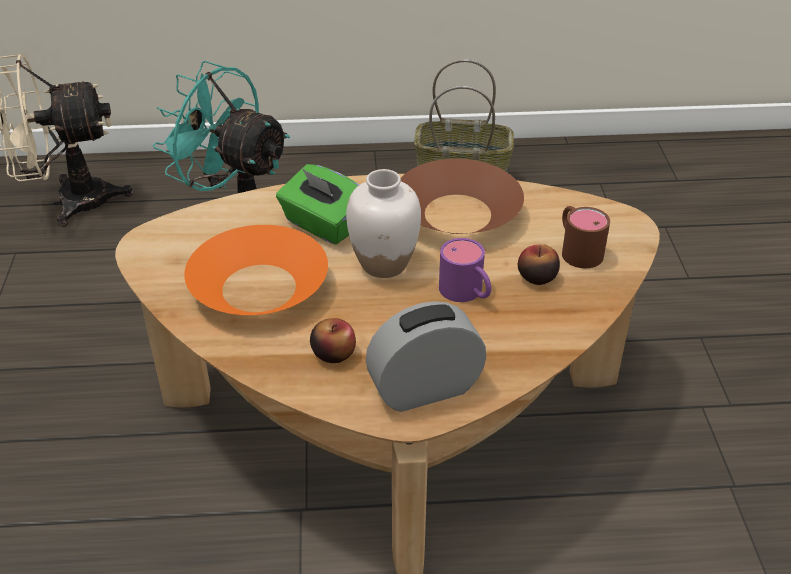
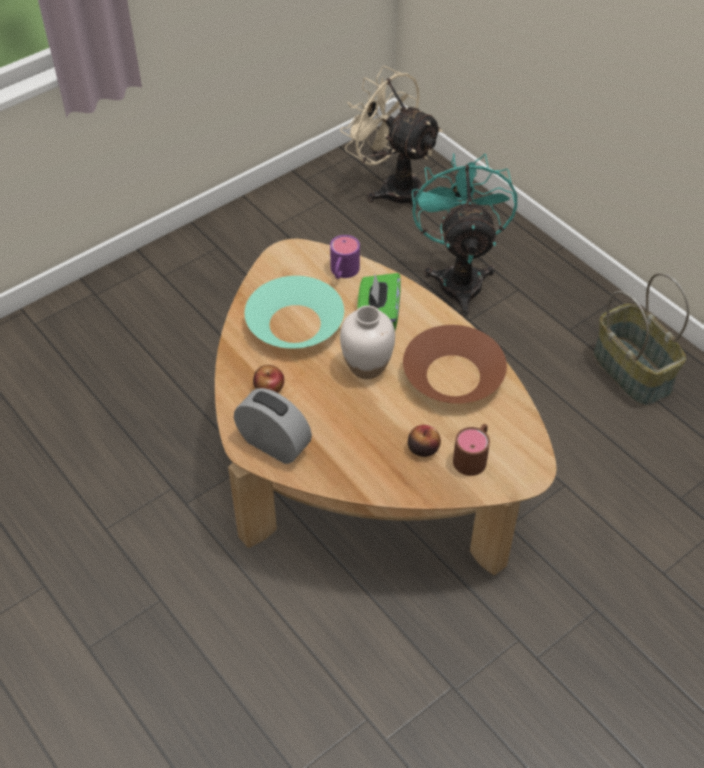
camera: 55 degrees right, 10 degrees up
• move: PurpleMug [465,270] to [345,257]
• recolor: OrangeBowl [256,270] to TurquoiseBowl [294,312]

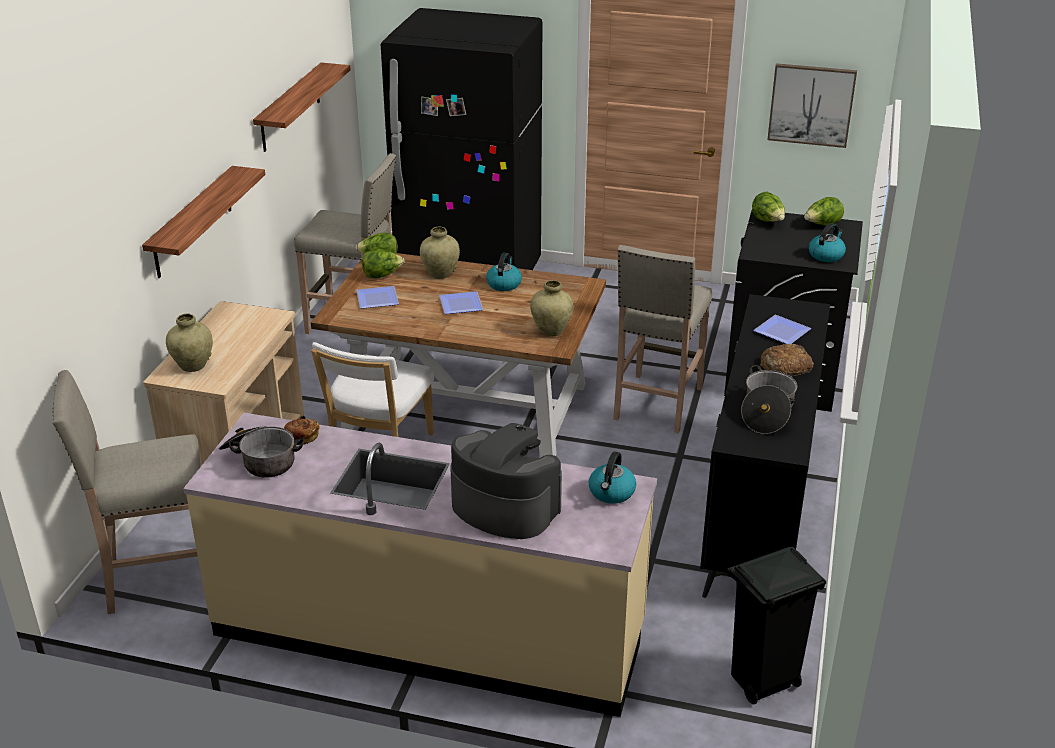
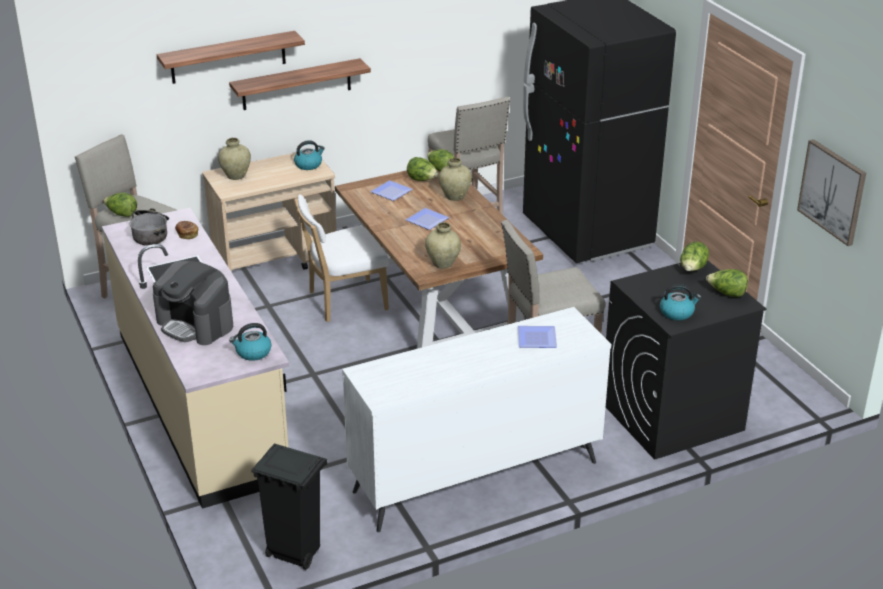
camera: 50 degrees right, 0 degrees up
• delete: CookingPot [769,399]
• delete: Bread [787,360]
• insert: Lettuce [120,205]
• move: Shelf [301,107] to [231,57]
• move: Kettle [504,272] to [309,155]
• recolor: BlackDresser [765,446] to WhiteDresser [476,419]
• rotate: CoffeeMachine [506,481] = [193,303] 135 degrees clockwise

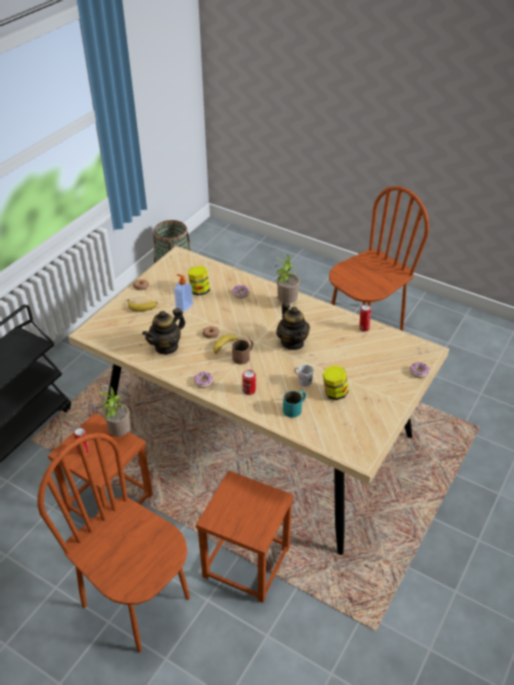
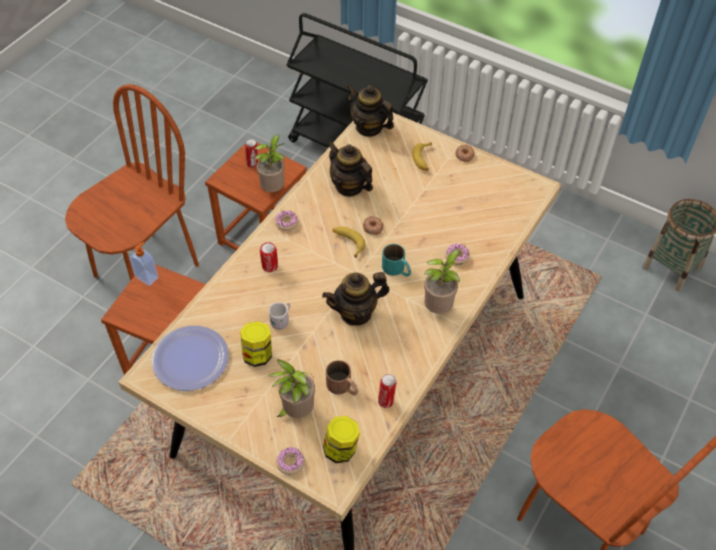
camera: 90 degrees right, 10 degrees up
• insert: Plate [190,358]
• insert: PottedPlant [291,388]
• insert: Teapot [370,111]
• move: SoapDispenser [183,293] to [144,264]
• move: Jar [199,281] to [341,439]
• move: BrownMug [243,352] to [342,377]
• move: TurquoiseMug [294,404] to [396,260]

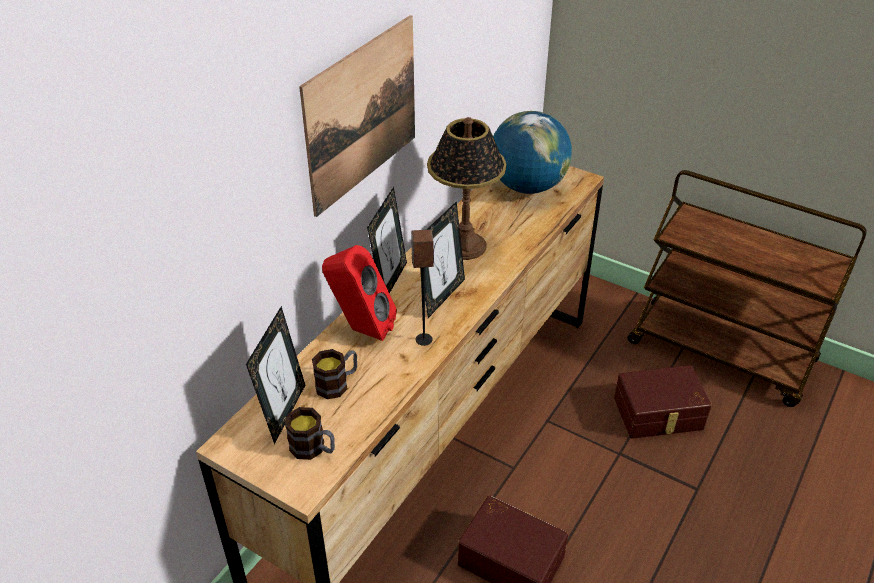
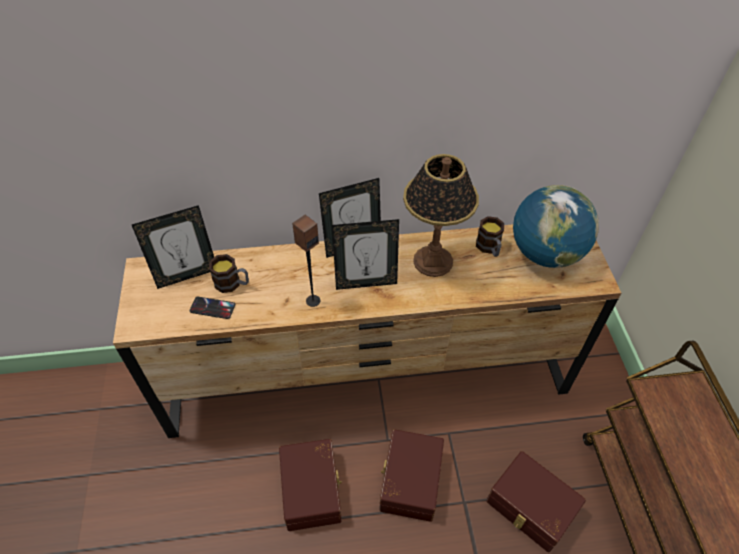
camera: 50 degrees right, 10 degrees up
• delete: Picture [357,116]
• delete: RedSpeaker [359,293]
• insert: Phone [212,308]
• insert: BrownStorageBox [411,475]
• move: Mug [310,433] to [490,236]

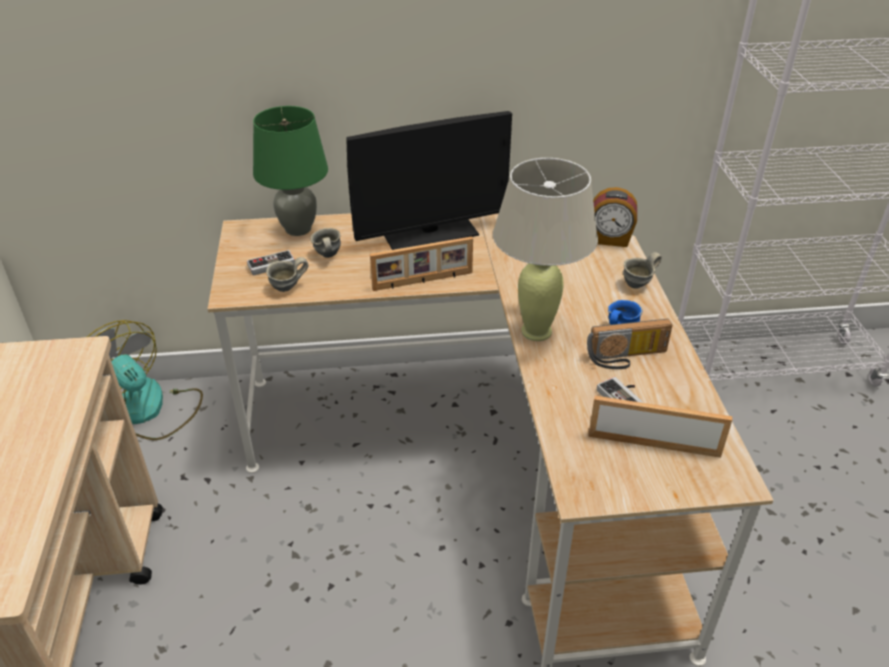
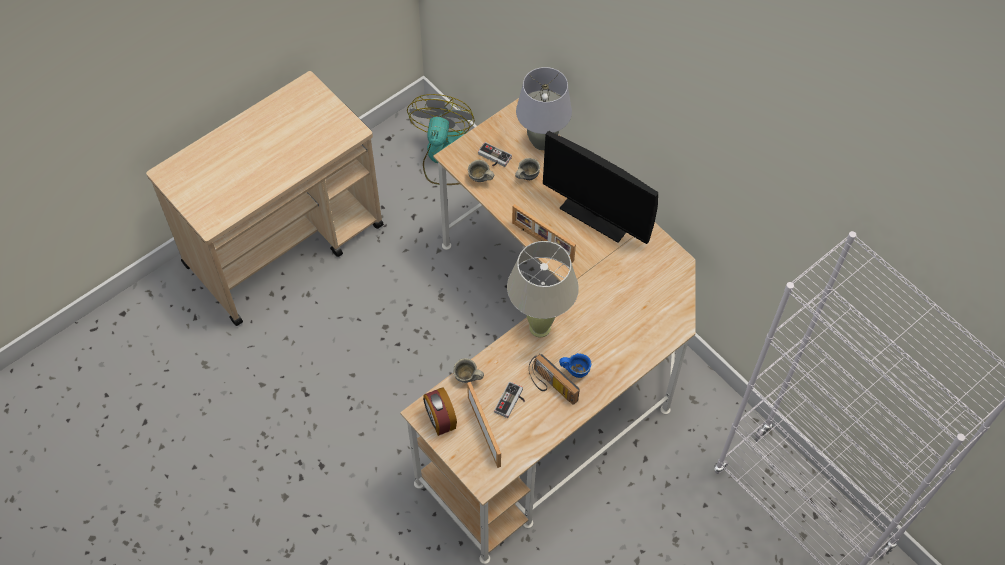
camera: 55 degrees right, 20 degrees up
• move: AlarmClock [615,217] to [440,411]
• move: GreyMug [642,270] to [468,370]
• recolor: GreenTableLamp [290,171] to GreyTableLamp [544,108]

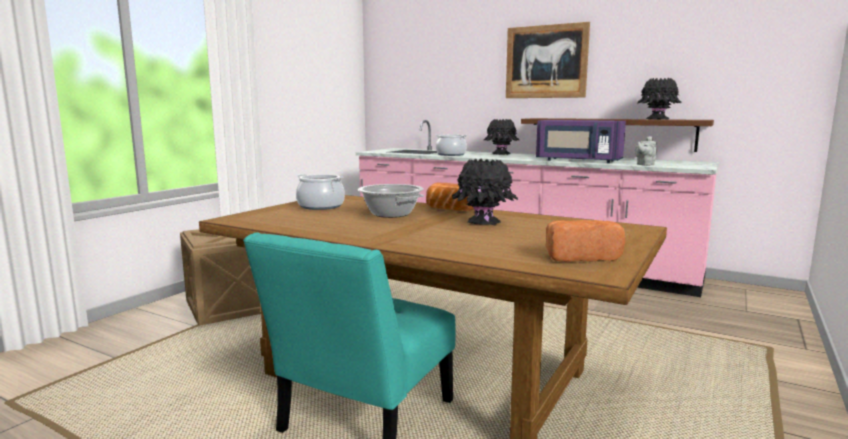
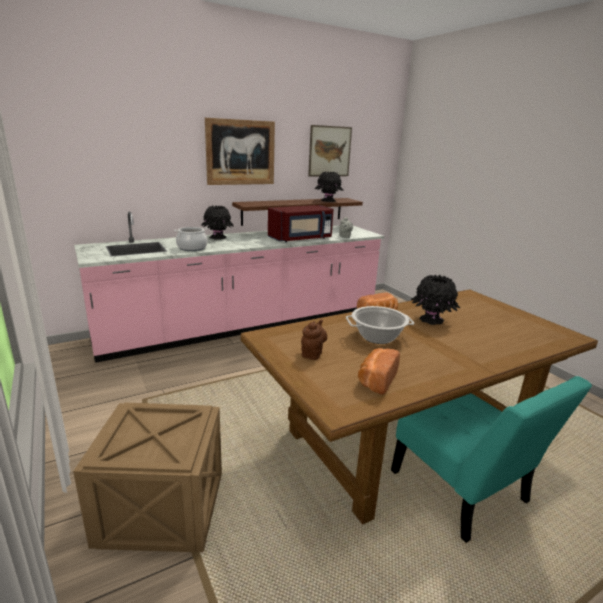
camera: 60 degrees left, 10 degrees up
• insert: Picture [330,150]
• move: Bread [585,241] to [379,371]
• replace: CookingPot [320,192] to BrownTeapot [314,339]
• recolor: PurpleMicrowave [581,141] to RedMicrowave [301,224]

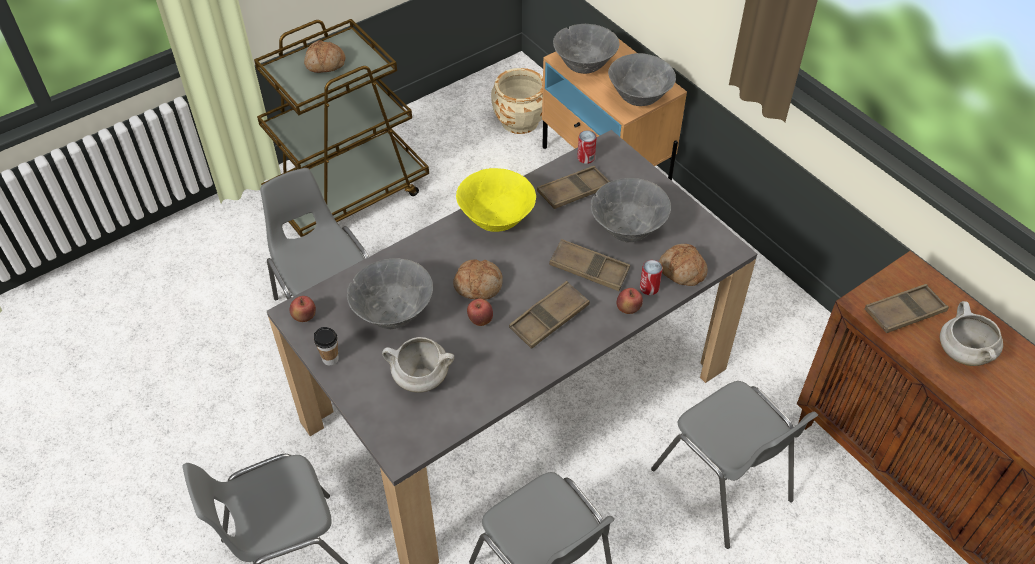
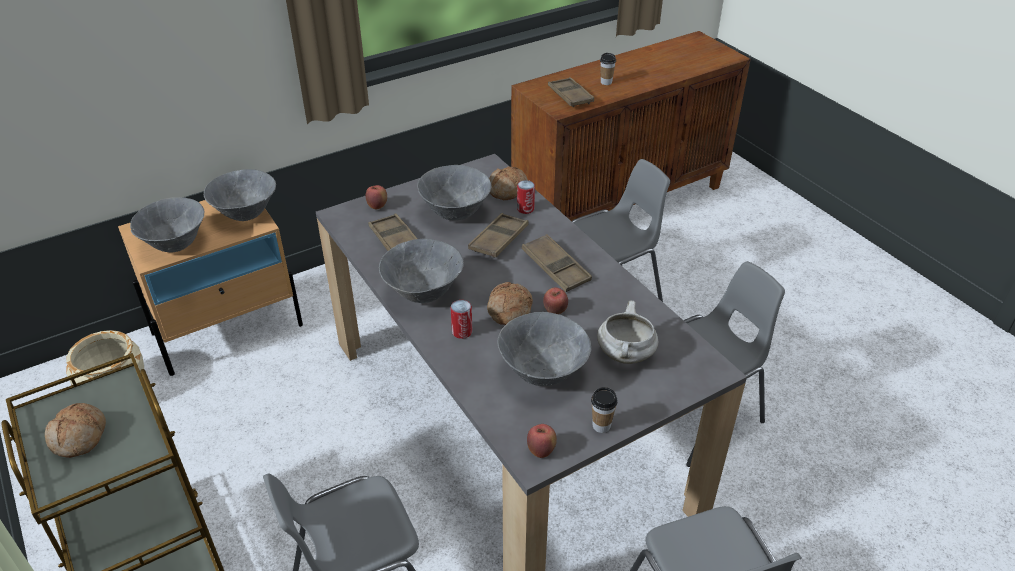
camera: 85 degrees left, 10 degrees down
• move: Can [586,147] to [462,319]
• move: Apple [629,301] to [376,197]
• replace: WhiteCookingPot [971,333] to Cup [608,69]
• recolor: YellowBowl [496,200] to GreyBowl [421,270]

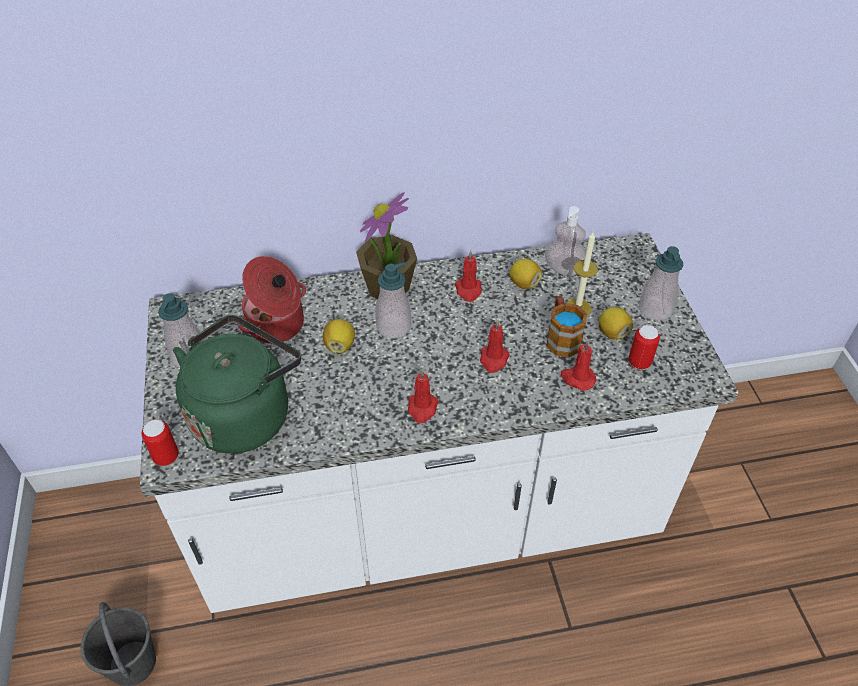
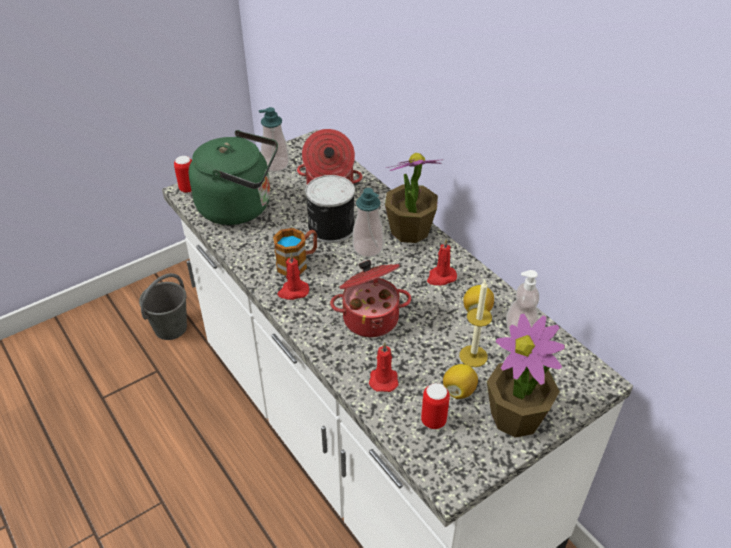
camera: 65 degrees right, 5 degrees down
• move: Mug [566,326] to [295,252]
• replace: Lemon [339,336] to Can [330,209]
• replace: RedCandle [495,346] to CookingPot [370,298]
• replace: SoapDispenser [661,283] to PottedPlant [526,376]

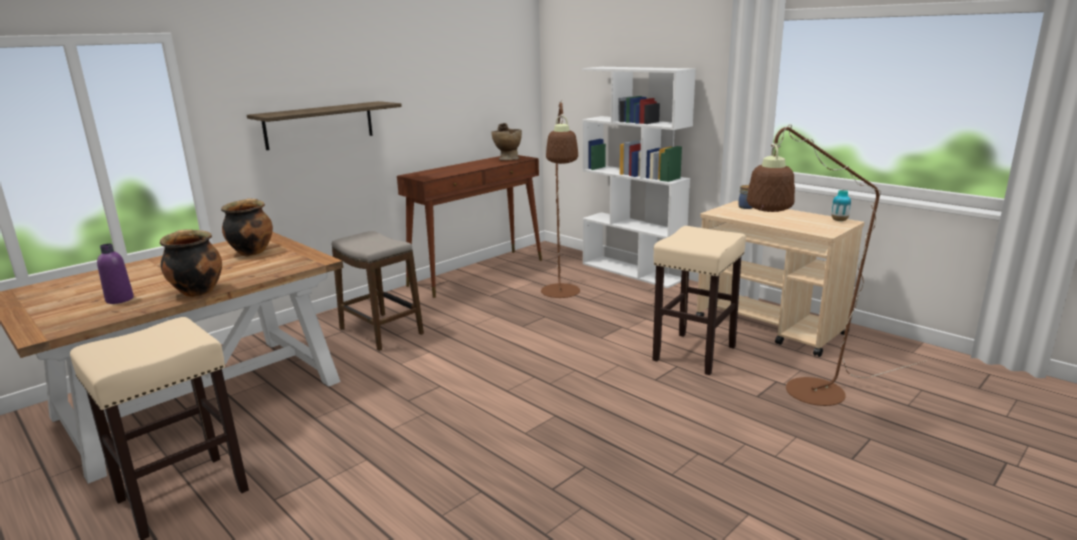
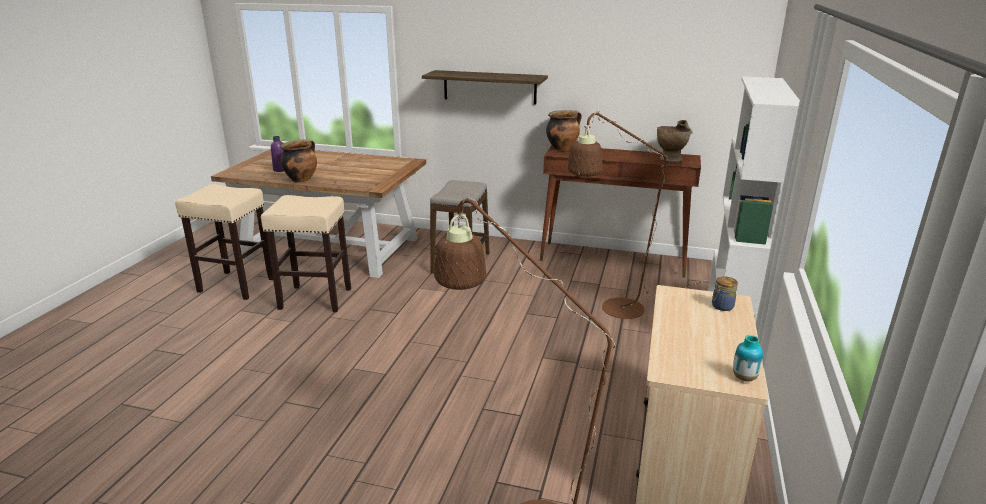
camera: 60 degrees right, 5 degrees up
• move: CookingPot [247,227] to [564,130]
• move: BeigeStool [699,300] to [306,253]

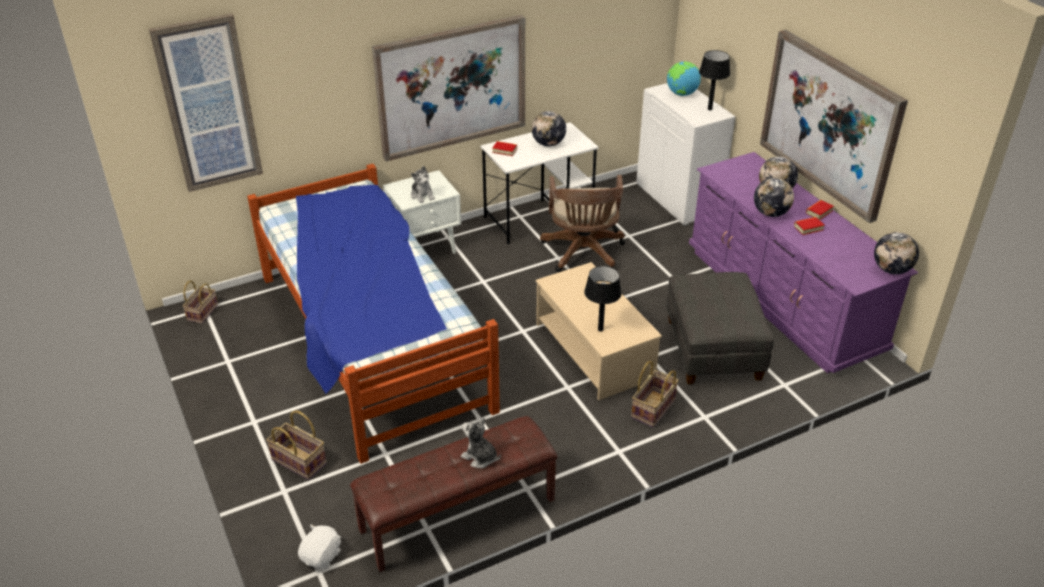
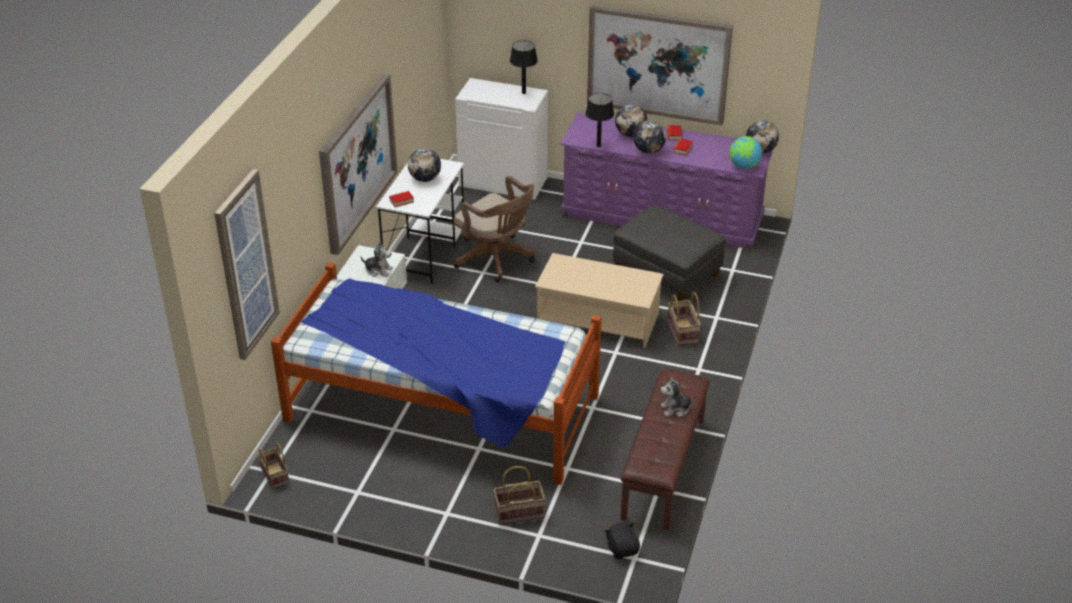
camera: 45 degrees left, 0 degrees up
• move: BlackTableLamp [603,299] to [599,120]
• move: Globe [684,78] to [745,152]
• recolor: WhitePlushToy [319,546] to BlackPlushToy [622,541]

